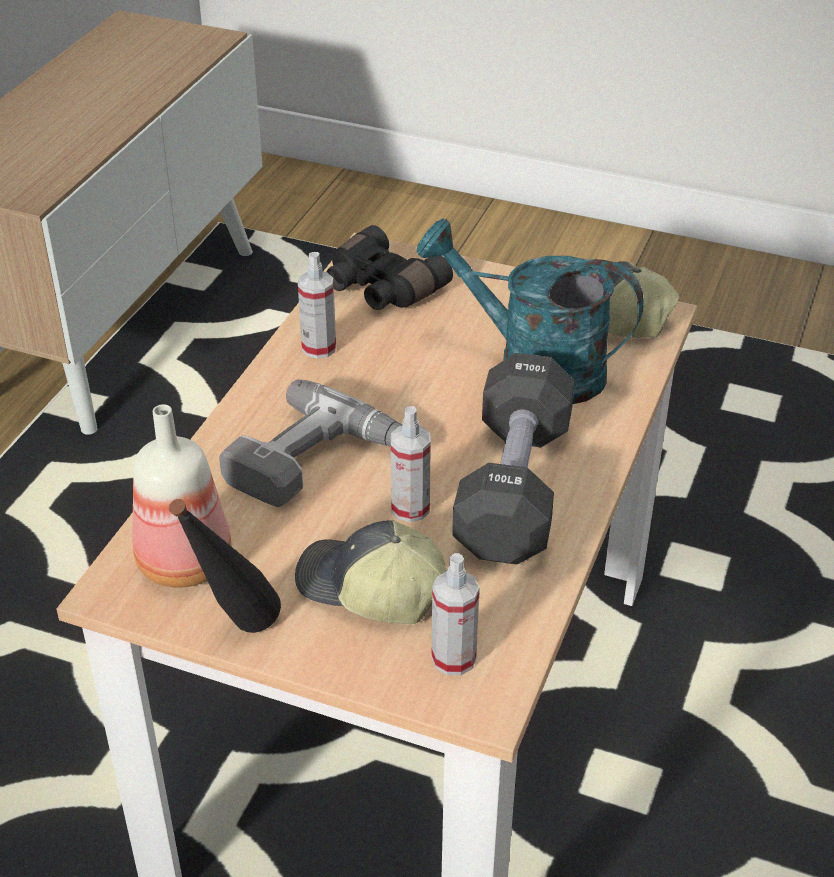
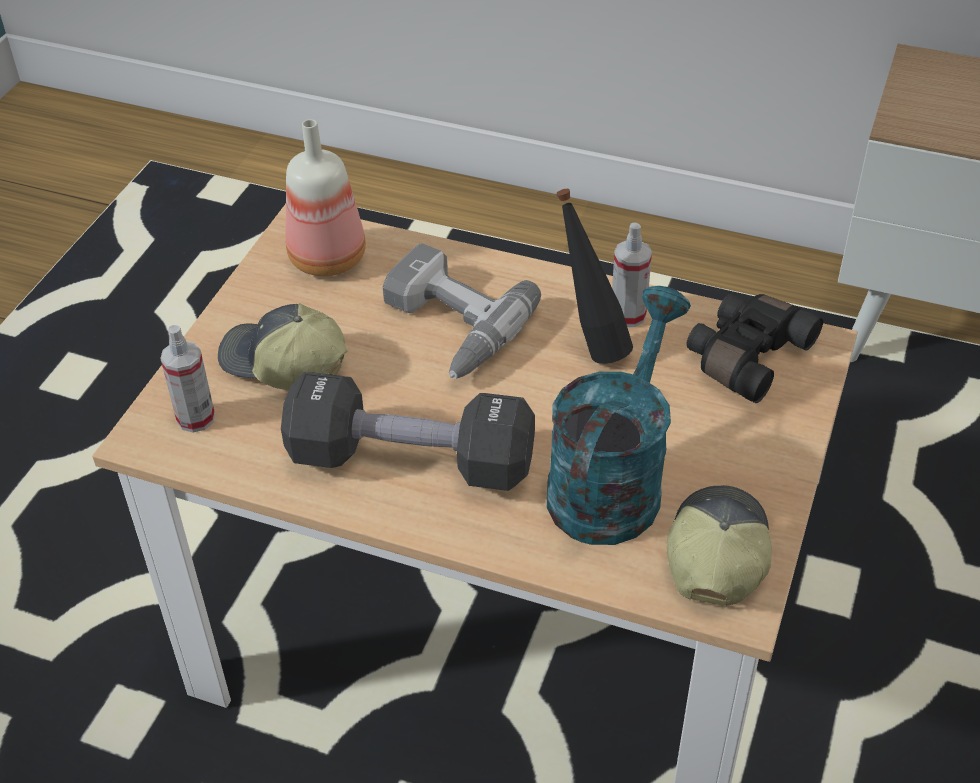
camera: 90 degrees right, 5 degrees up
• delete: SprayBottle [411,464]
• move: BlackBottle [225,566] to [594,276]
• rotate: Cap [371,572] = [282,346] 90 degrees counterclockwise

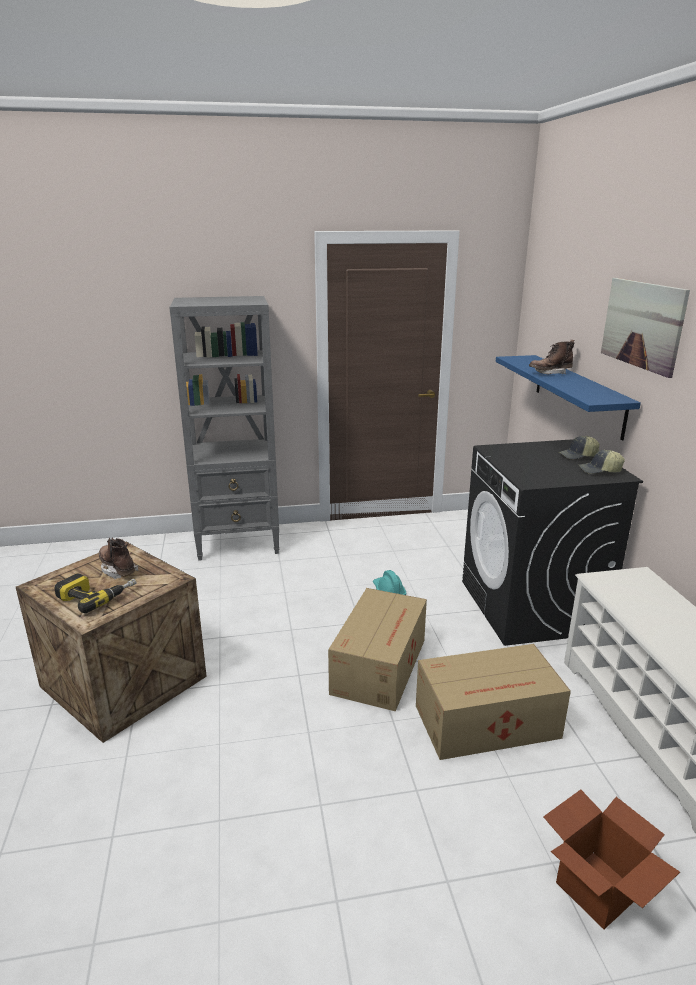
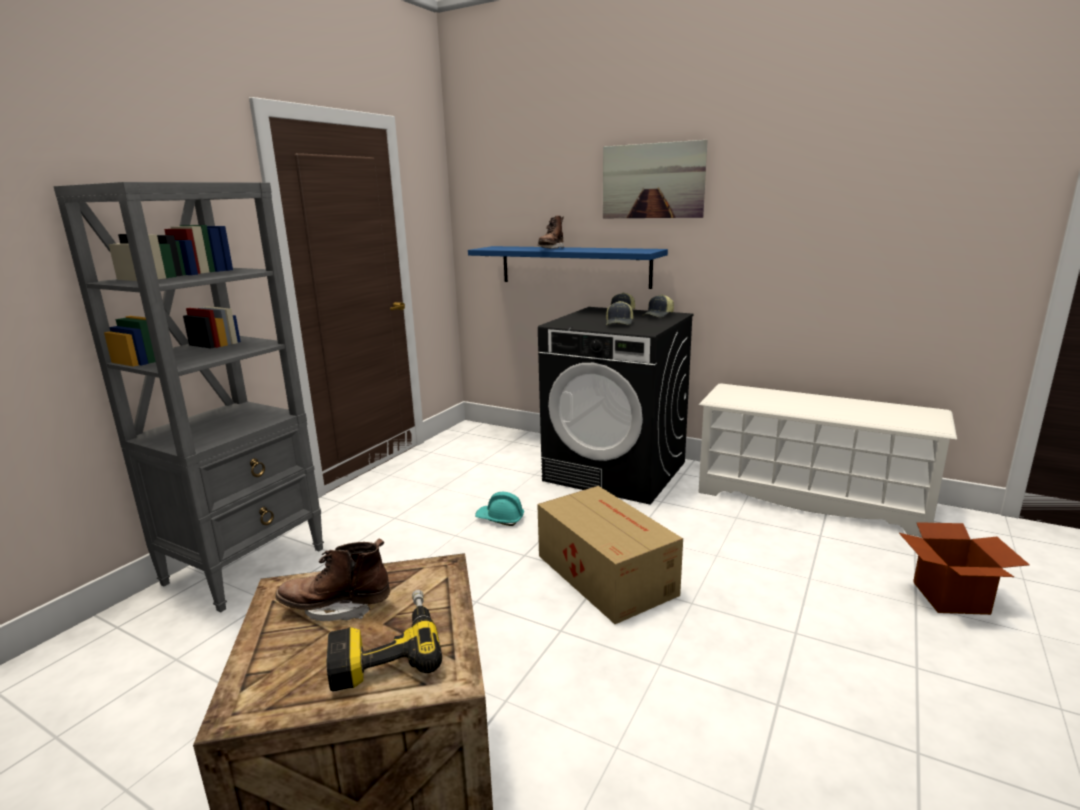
camera: 50 degrees left, 5 degrees down
• delete: CardboardBox [493,702]
• insert: Cap [619,313]

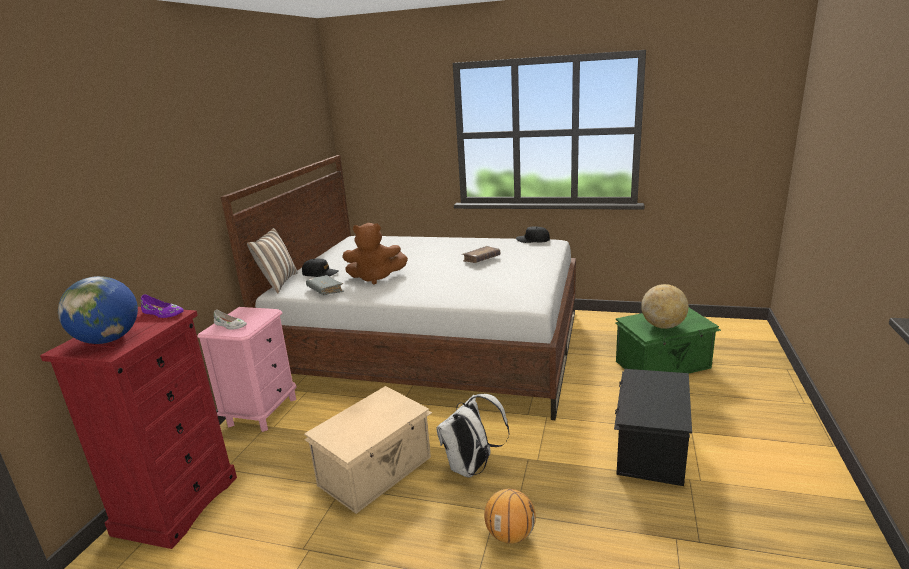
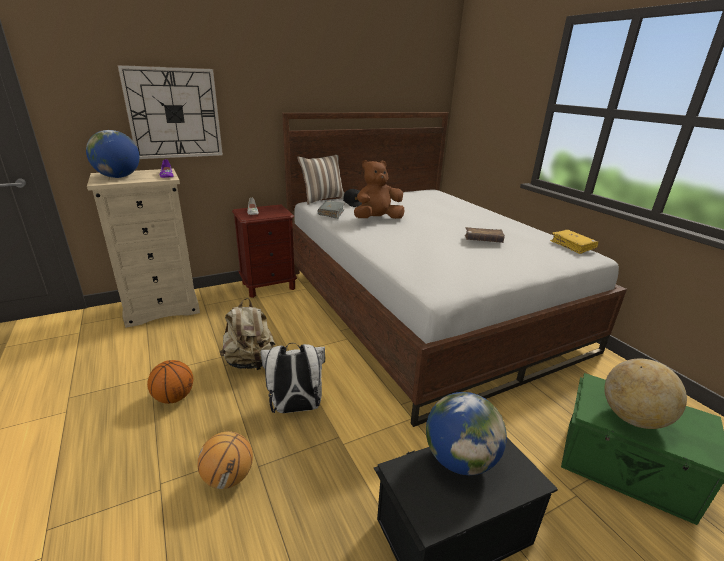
camera: 45 degrees right, 5 degrees up
• insert: WallClock [170,112]
• insert: Basketball [170,382]
• insert: Globe [466,433]
• replace: BeigeStorageBox [368,450] to BeigeBackpack [248,334]
• replace: BlackCap [533,234] to YellowBook [574,242]
• recolor: RedDresser [138,428] to BeigeDresser [143,248]
• recolor: PinkNightstand [247,369] to BrownNightstand [264,251]
• rotate: BrownPlushToy [375,254] = [379,189] 105 degrees clockwise

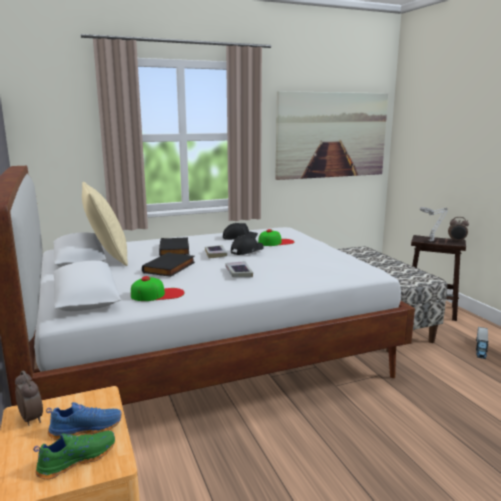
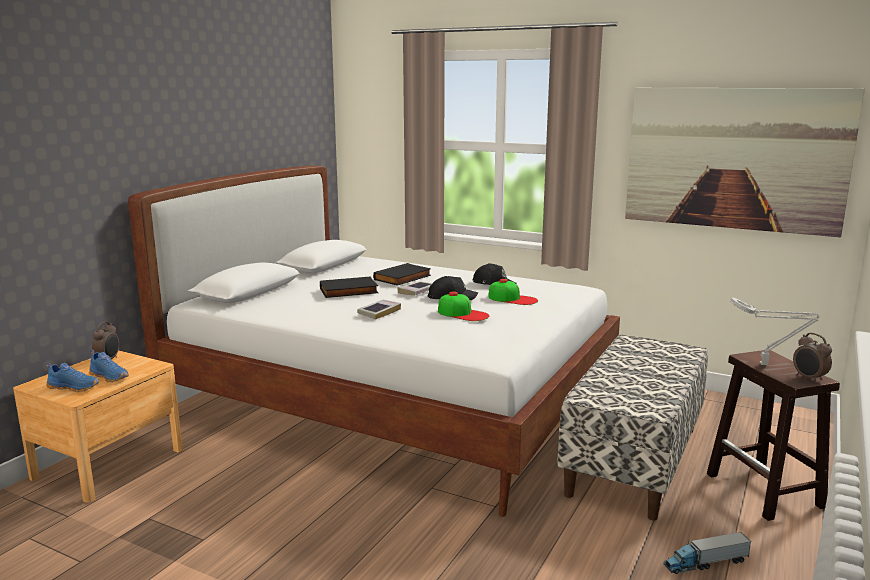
camera: 50 degrees right, 0 degrees up
• delete: BeigePillow [105,224]
• move: Cap [158,288] to [463,306]
• recolor: GreenShoe [74,455] to BlueShoe [72,377]

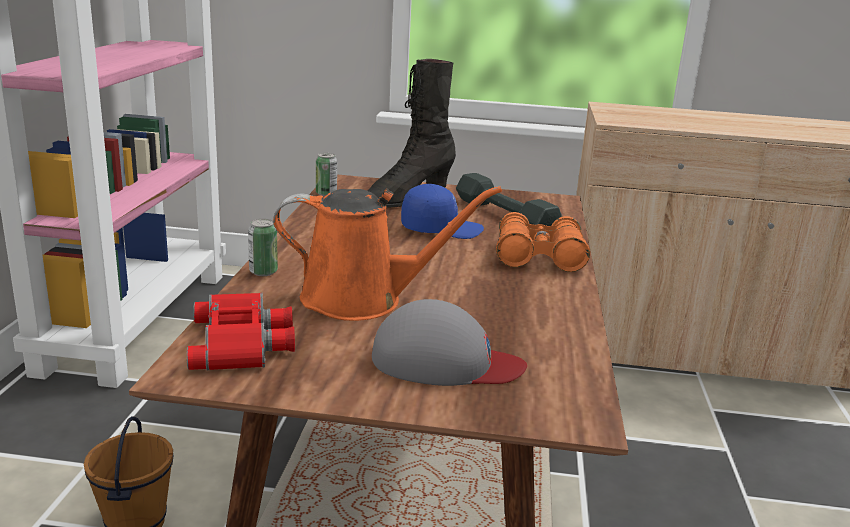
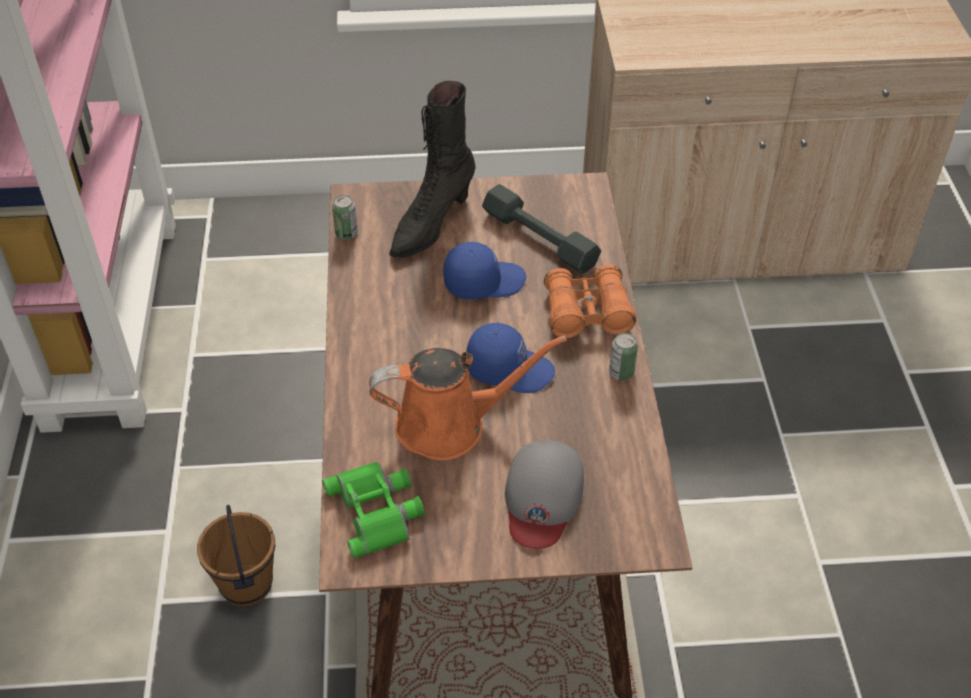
camera: 10 degrees left, 25 degrees up
• insert: BlueCap [510,357]
• move: Can [263,247] to [623,357]
• recolor: RedBinoculars [241,331] to GreenBinoculars [373,509]
• rotate: GreyCap [449,342] = [544,494] 105 degrees clockwise

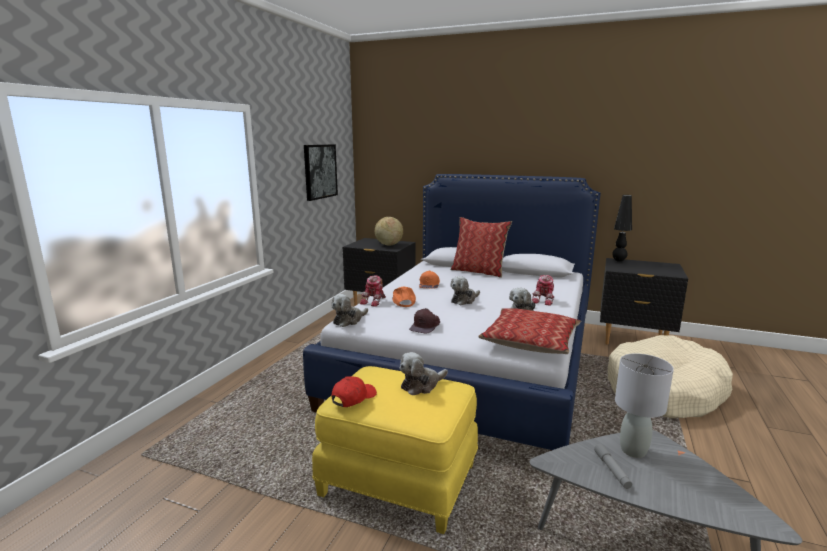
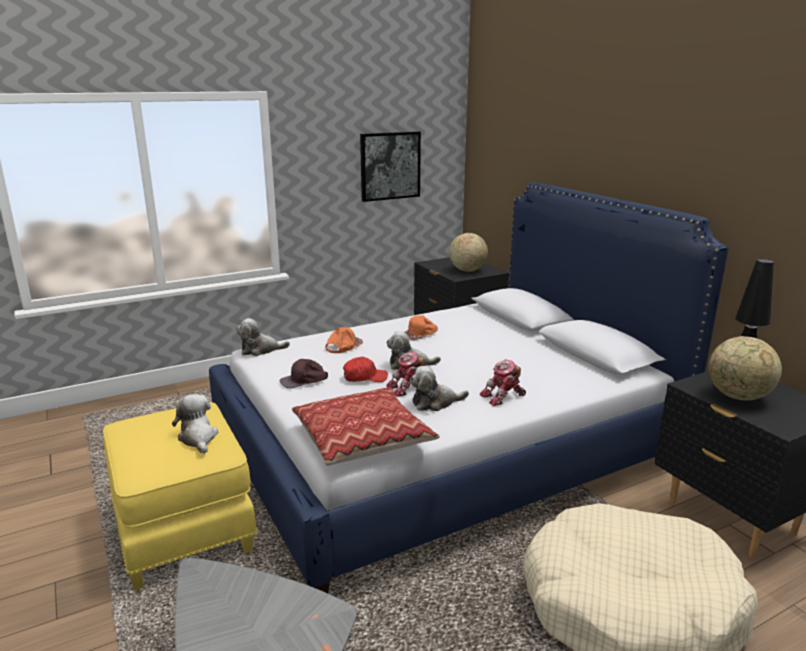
camera: 40 degrees right, 5 degrees up
• delete: Pillow [481,247]
• delete: GreyFlashlight [613,466]
• delete: GreyTableLamp [644,405]
• insert: Globe [745,368]
• move: RedCap [354,391] to [365,369]
• move: ToyRobot [373,291] to [405,374]
• rotate: PlushToy [424,373] = [195,424] 60 degrees clockwise

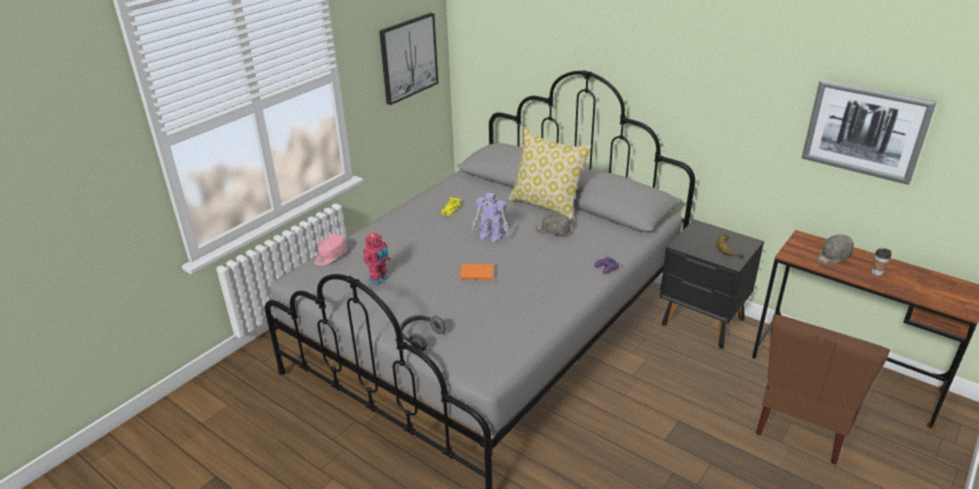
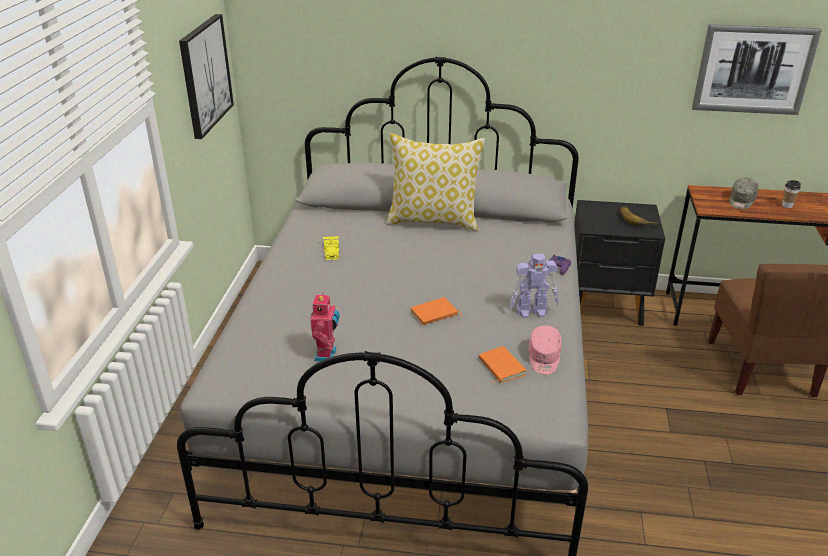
camera: 30 degrees left, 0 degrees up
• delete: Headphones [423,333]
• delete: GreyCap [553,224]
• insert: OrangeBook [502,364]
• move: PinkCap [330,250] to [545,350]
• move: ToyRobot [490,217] to [534,286]

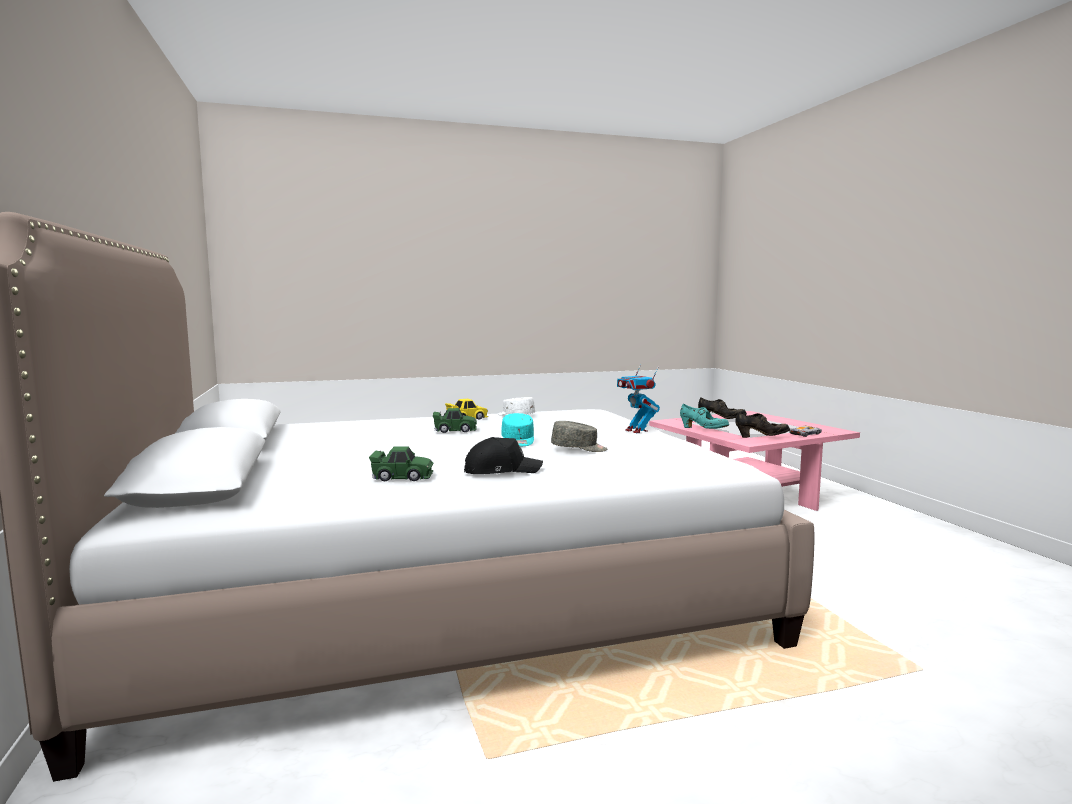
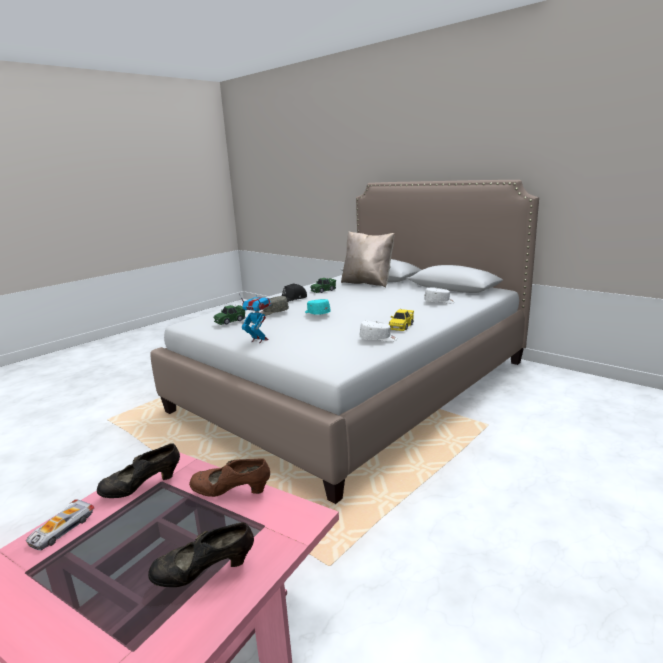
camera: 150 degrees right, 10 degrees up
• insert: BeigePillow [367,260]
• insert: WhiteCap [439,295]
• move: GreenToyCar [455,420] to [229,315]
• recolor: TurquoiseShoe [704,416] to BrownShoe [229,477]

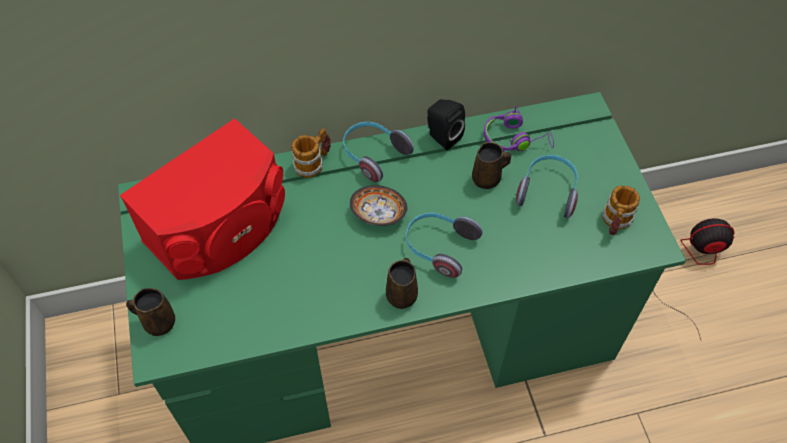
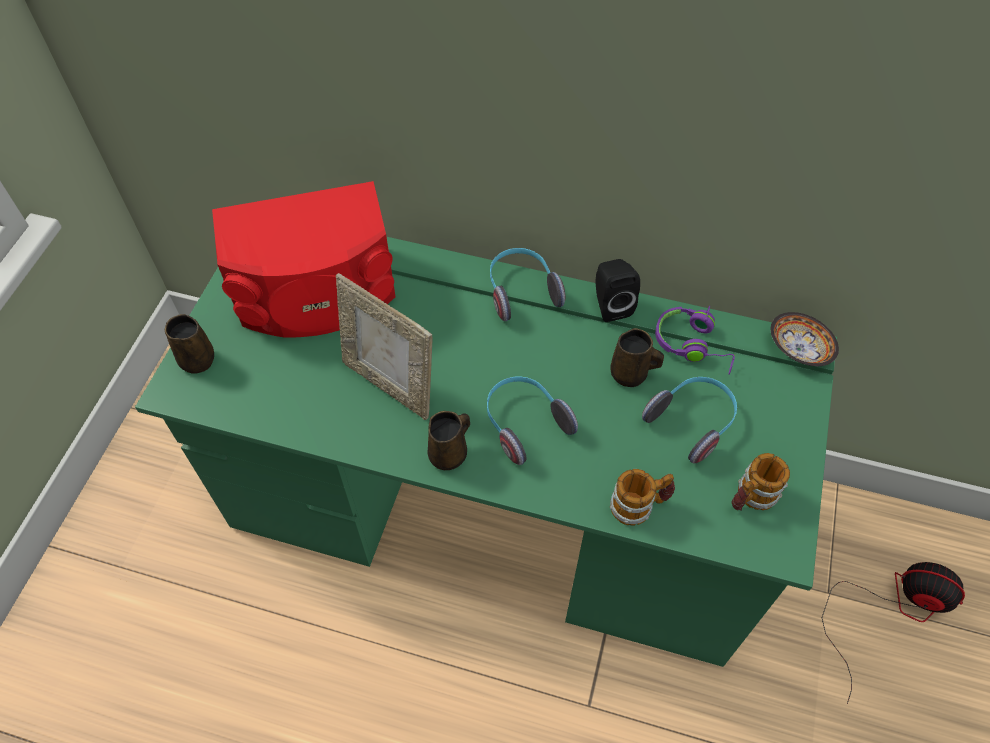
camera: 30 degrees right, 0 degrees up
• insert: PictureFrame [384,346]
• move: Mug [311,153] to [642,497]
• move: Bowl [378,205] to [805,339]

